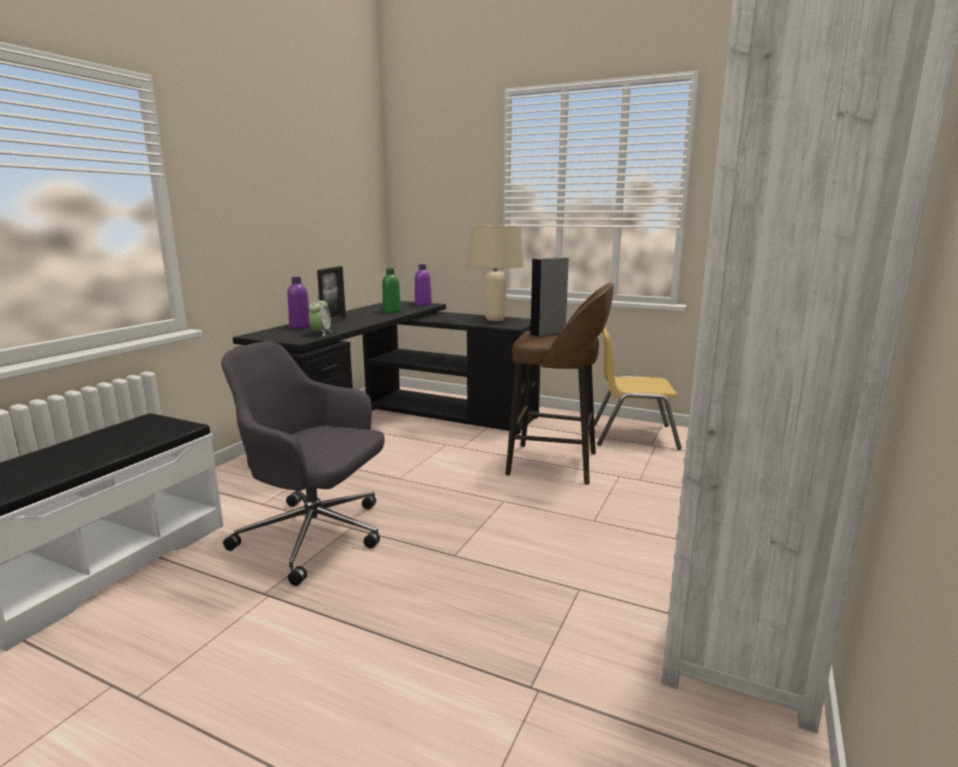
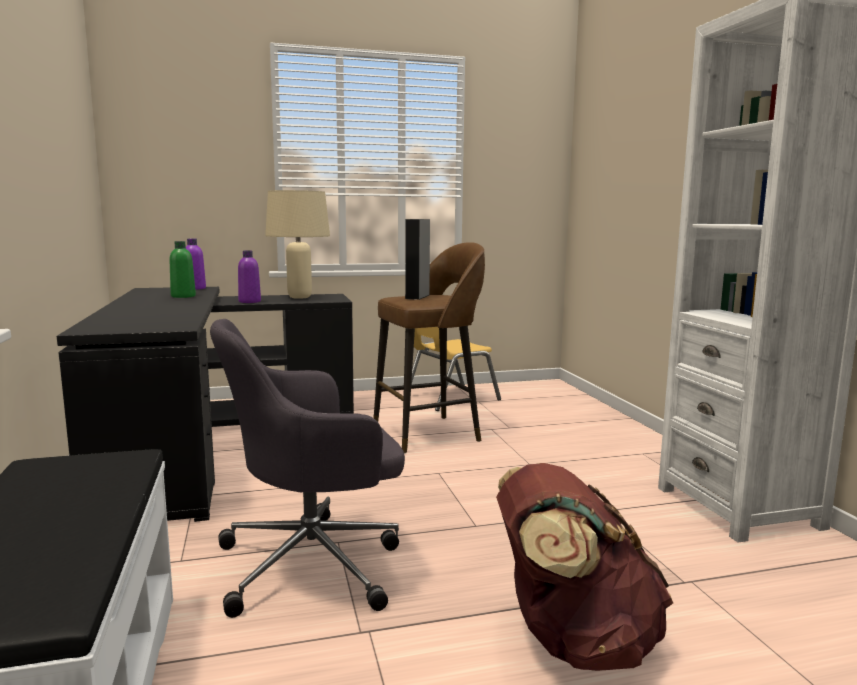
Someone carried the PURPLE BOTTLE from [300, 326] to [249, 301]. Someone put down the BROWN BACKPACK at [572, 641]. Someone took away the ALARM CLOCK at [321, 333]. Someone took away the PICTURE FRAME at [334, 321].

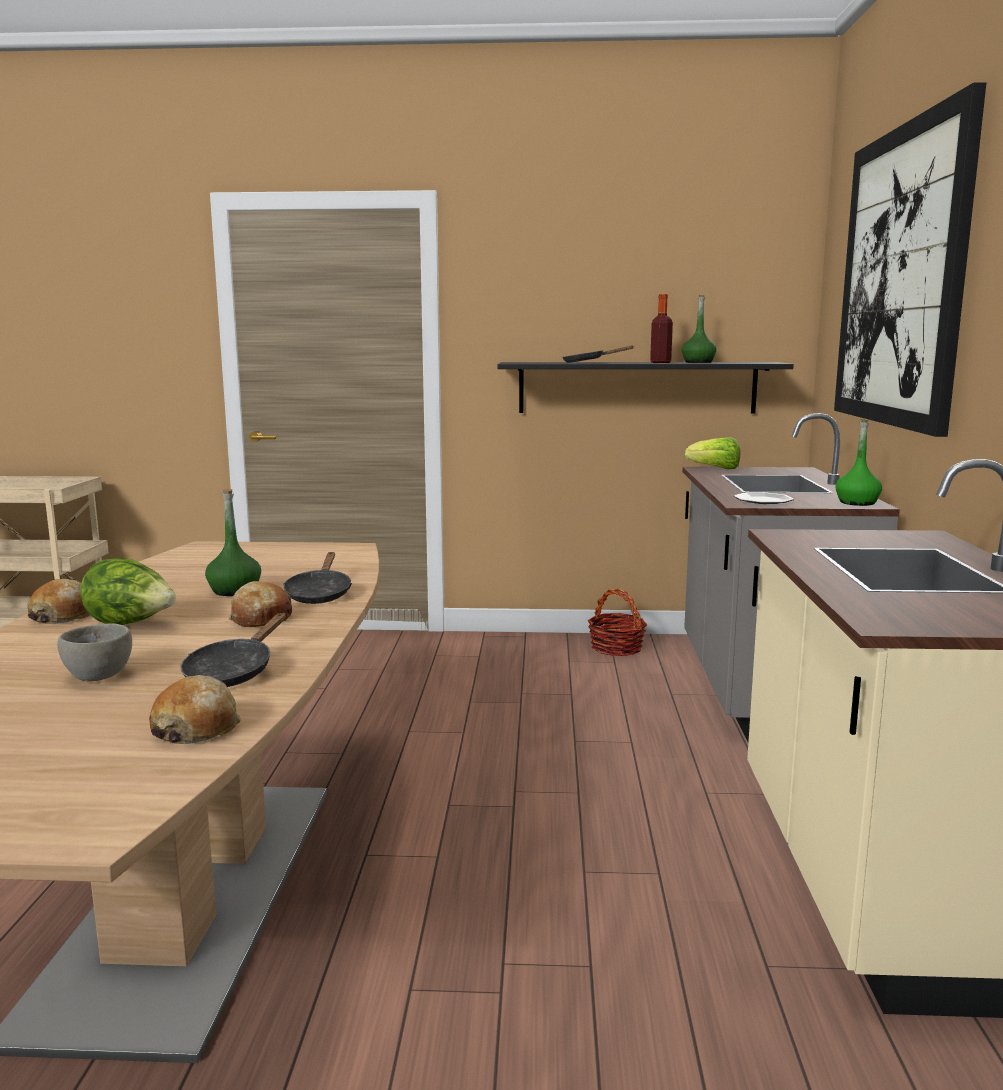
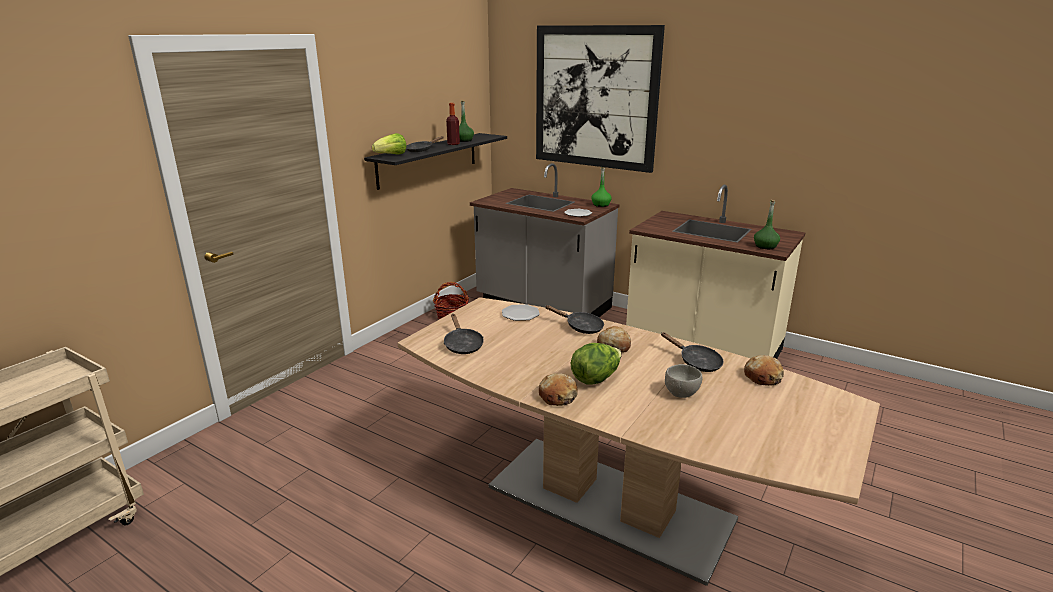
Someone carried the LETTUCE from [715, 469] to [391, 155]. Someone put down the BLACK FRYING PAN at [462, 345]. Someone put down the PLATE at [520, 314]. Someone carried the GREEN BOTTLE from [235, 591] to [765, 246].

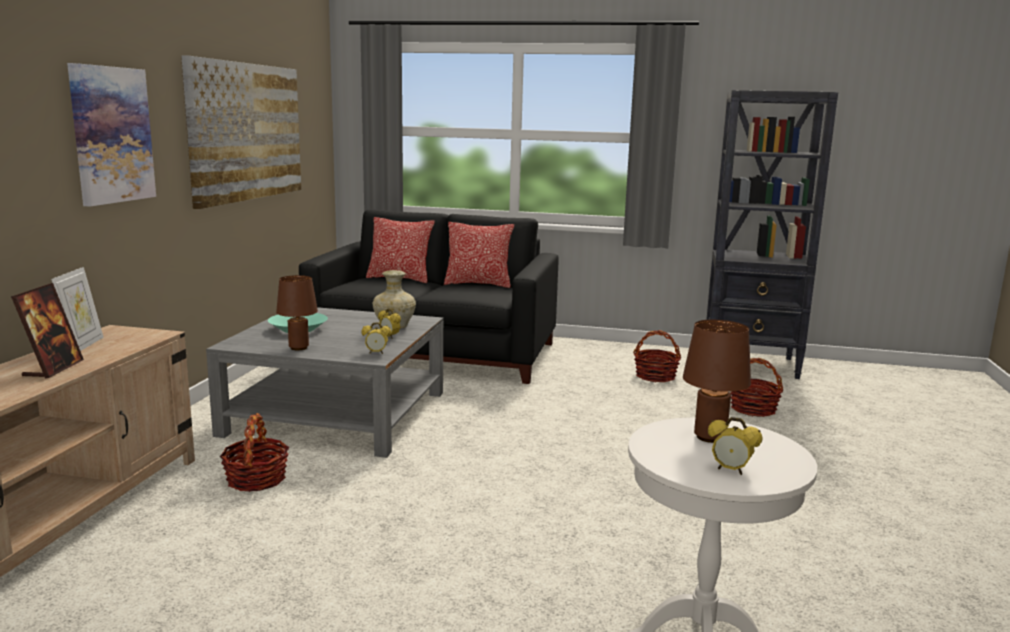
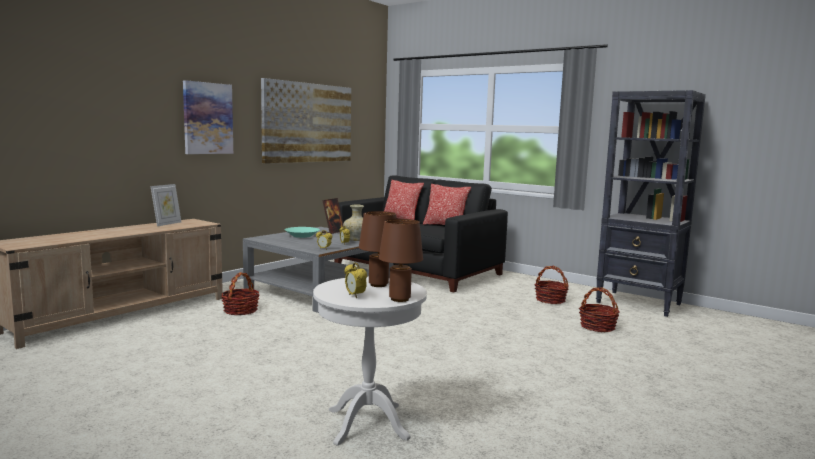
Someone carried the PICTURE FRAME from [53, 368] to [333, 232]. Someone carried the BROWN TABLE LAMP from [298, 348] to [399, 299].

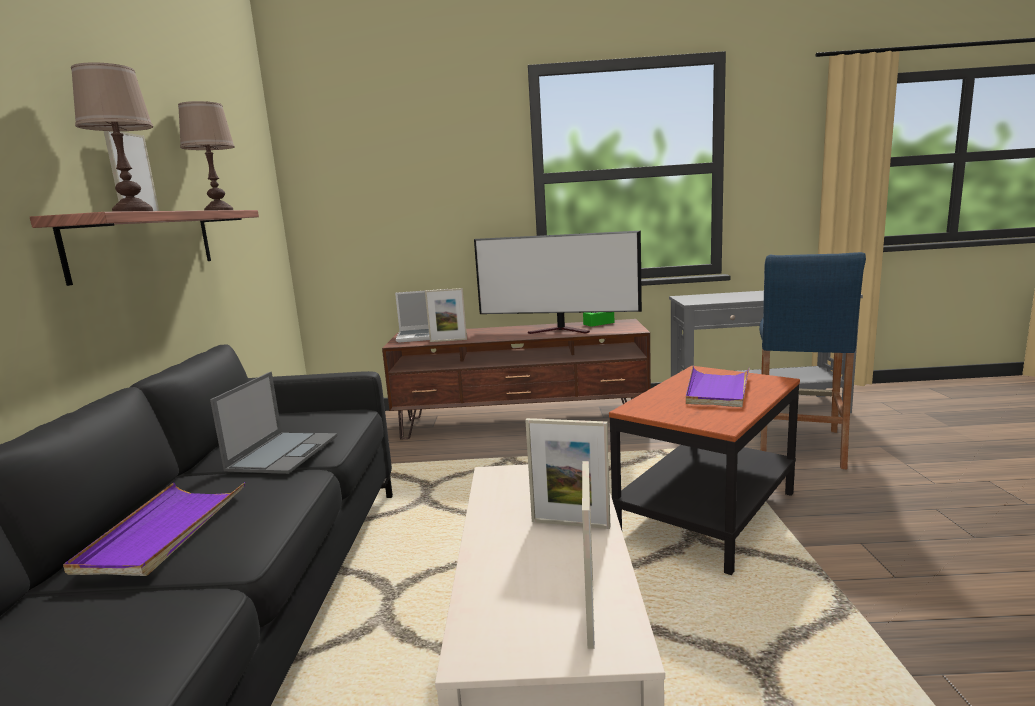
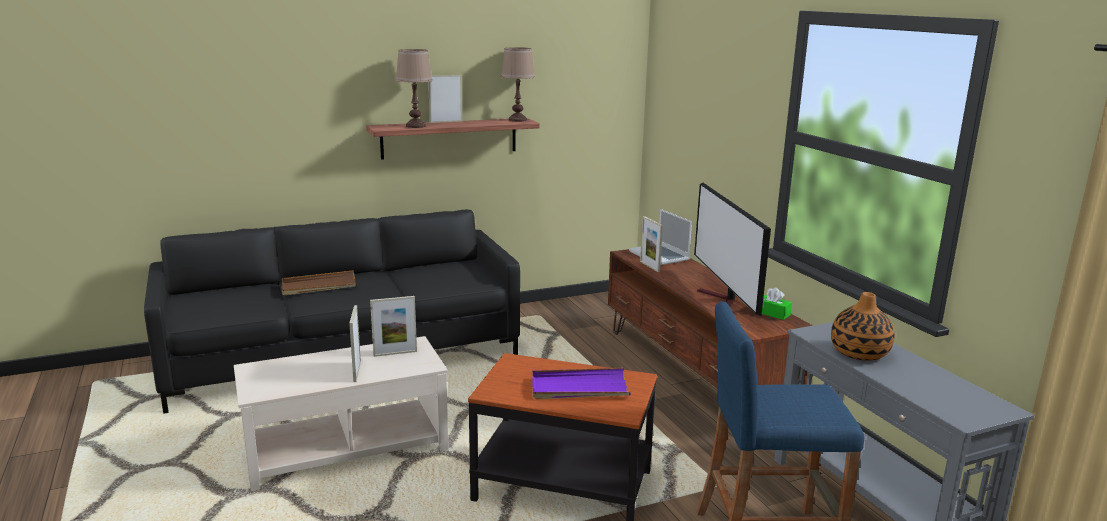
Someone repainted the PURPLE TRAY at [164, 531], which became the BROWN TRAY at [319, 286]. Someone carried the PICTURE FRAME from [590, 612] to [395, 353]. Someone put down the VASE at [859, 353]. Someone took away the LAPTOP at [284, 452].

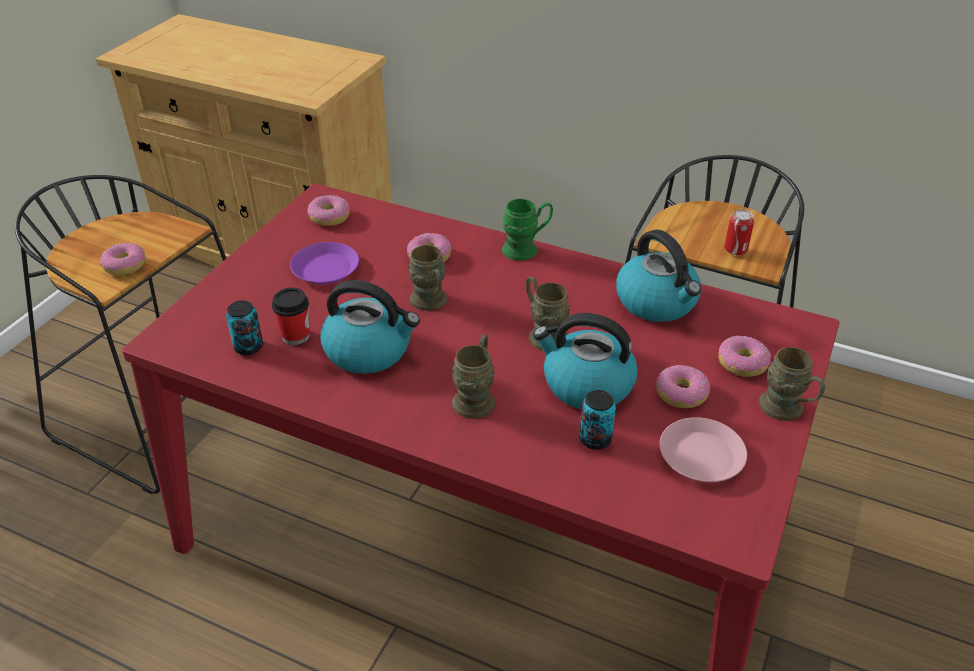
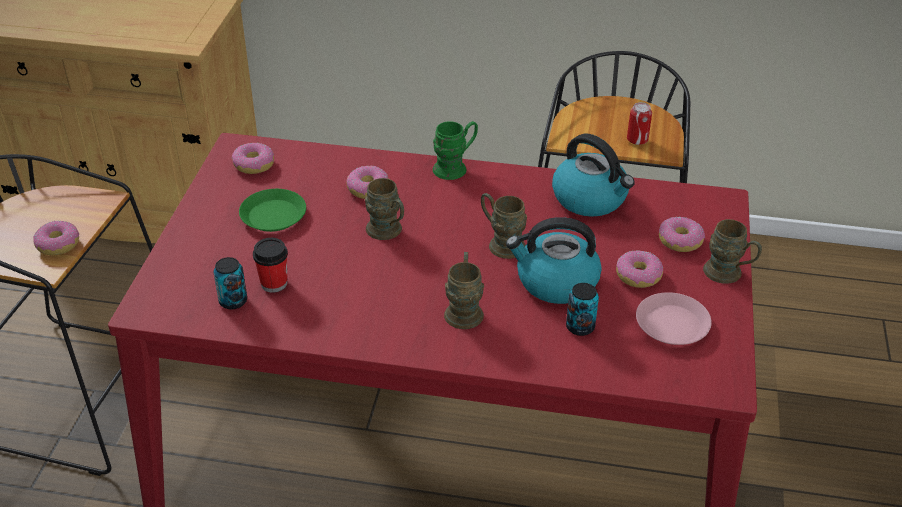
Someone repainted the PURPLE PLATE at [325, 269], which became the GREEN PLATE at [273, 216]. Someone took away the KETTLE at [369, 350].

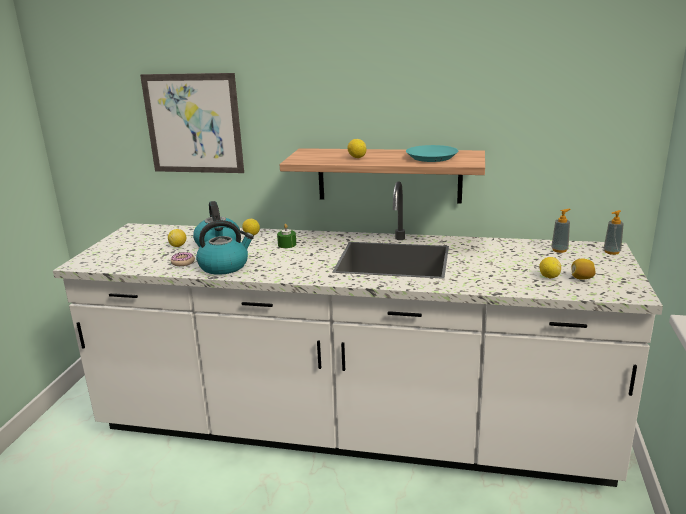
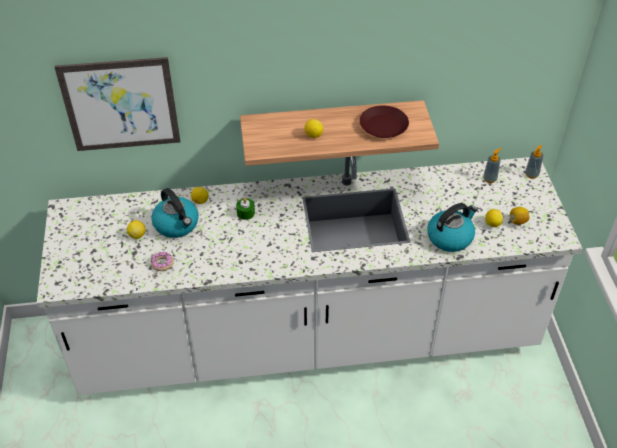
Someone repainted the TURQUOISE PLATE at [432, 157], which became the BROWN PLATE at [384, 126]. Someone carried the KETTLE from [224, 266] to [450, 237].

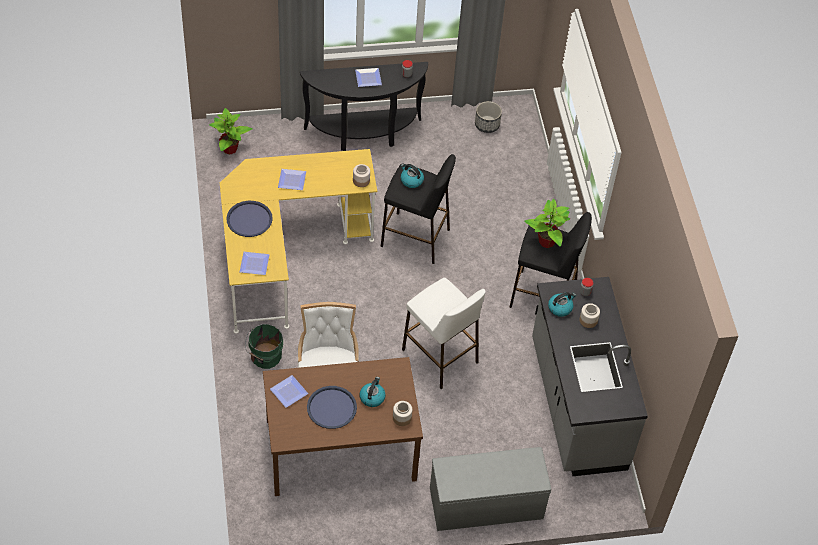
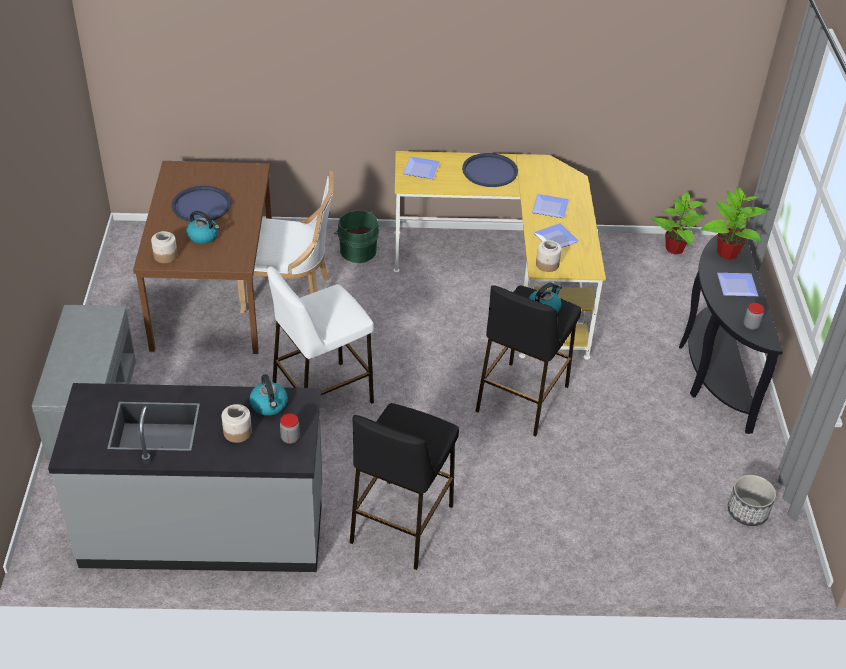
Someone carried the PLATE from [289, 391] to [557, 239]. Someone carried the POTTED PLANT from [546, 242] to [727, 252].

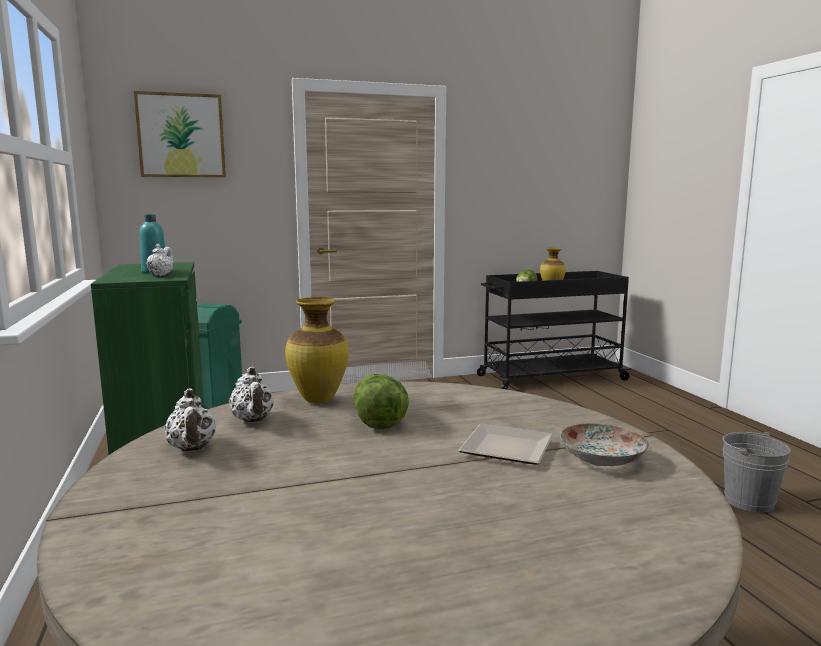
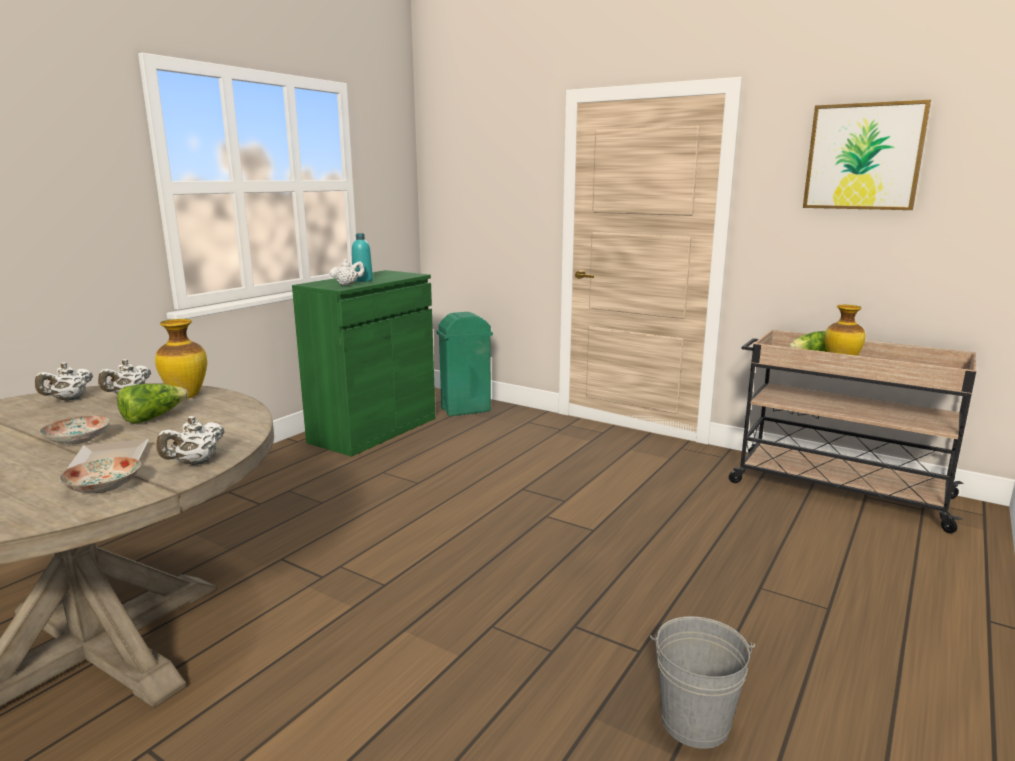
Someone put down the PLATE at [79, 439]. Someone put down the WHITE TEAPOT at [195, 463]. Someone repainted the BLACK CART at [550, 378], which became the BEIGE CART at [836, 489]. Someone carried the PICTURE from [181, 135] to [863, 157].

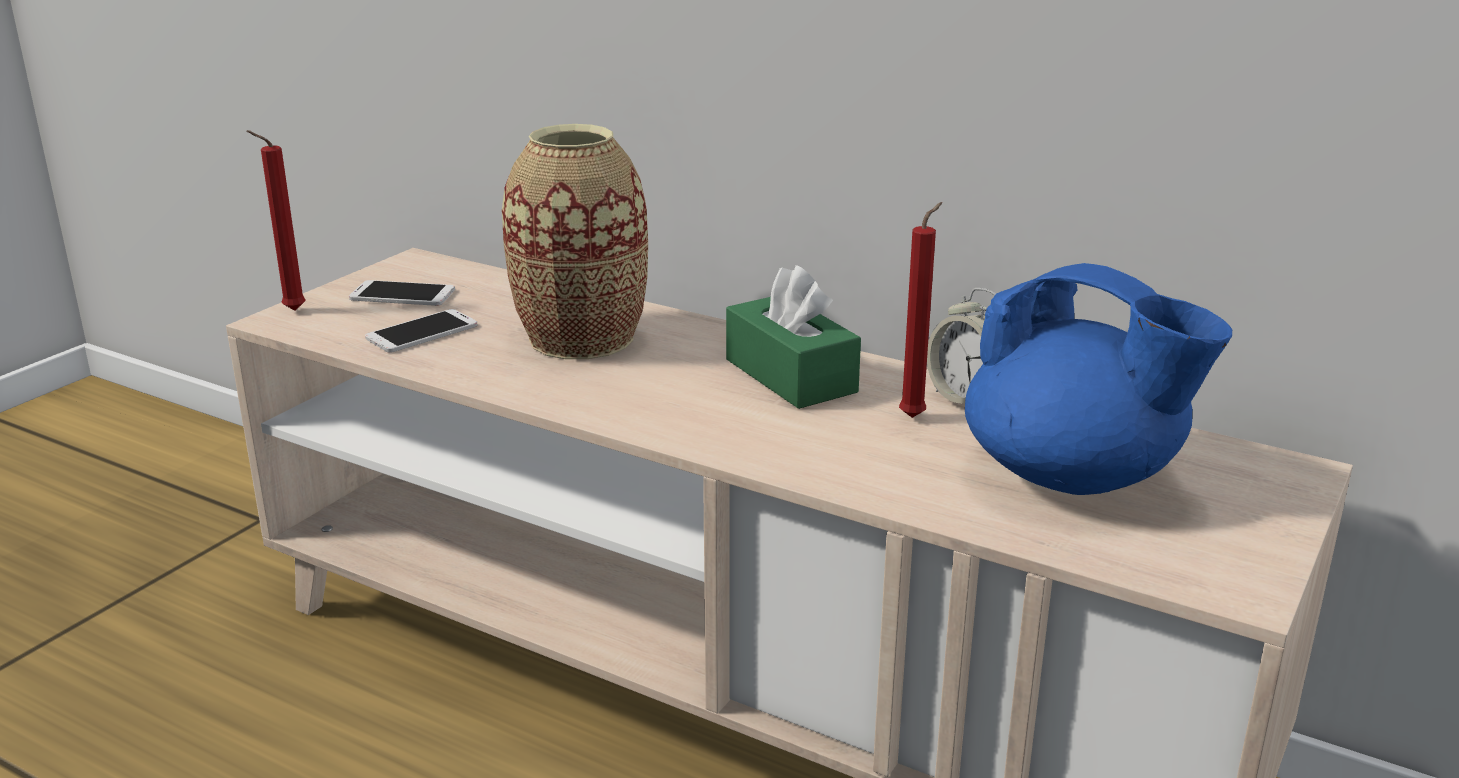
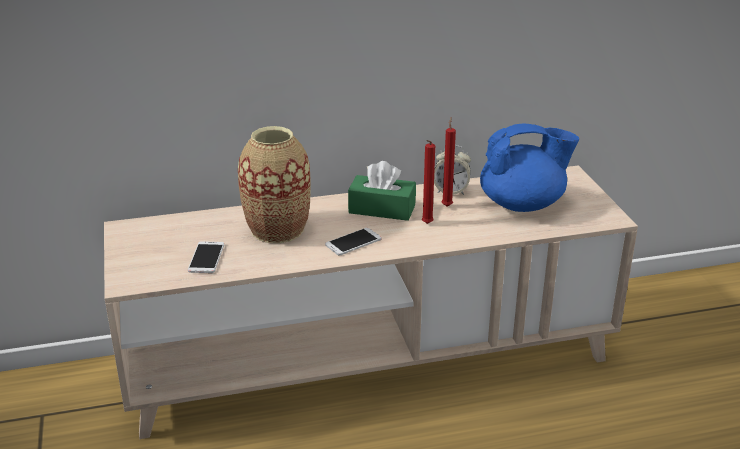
Someone carried the PHONE from [402, 294] to [353, 242]. Someone carried the RED CANDLE from [290, 311] to [426, 224].

